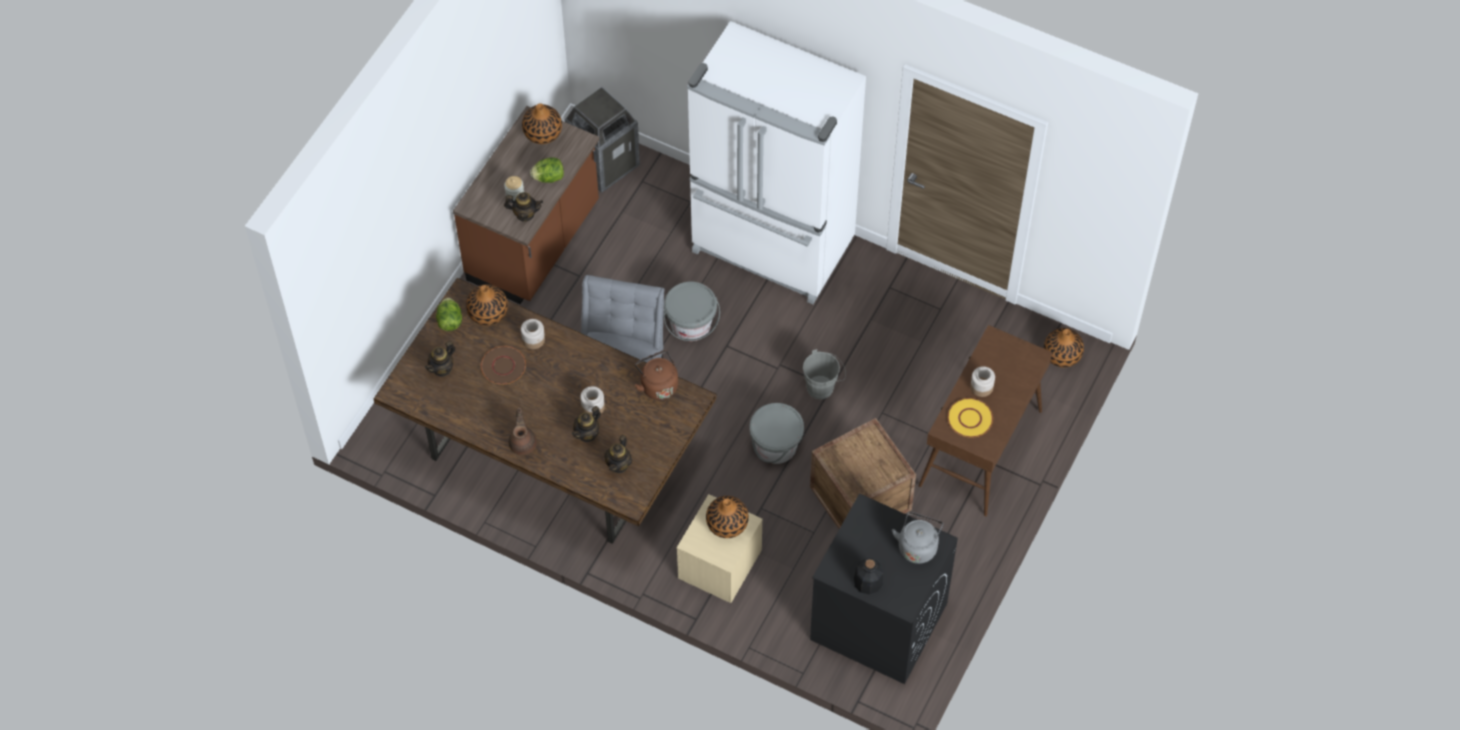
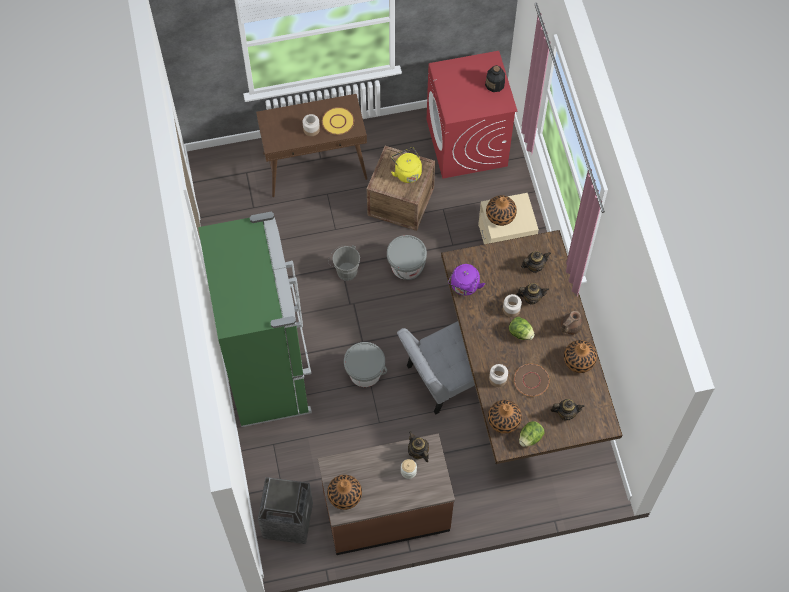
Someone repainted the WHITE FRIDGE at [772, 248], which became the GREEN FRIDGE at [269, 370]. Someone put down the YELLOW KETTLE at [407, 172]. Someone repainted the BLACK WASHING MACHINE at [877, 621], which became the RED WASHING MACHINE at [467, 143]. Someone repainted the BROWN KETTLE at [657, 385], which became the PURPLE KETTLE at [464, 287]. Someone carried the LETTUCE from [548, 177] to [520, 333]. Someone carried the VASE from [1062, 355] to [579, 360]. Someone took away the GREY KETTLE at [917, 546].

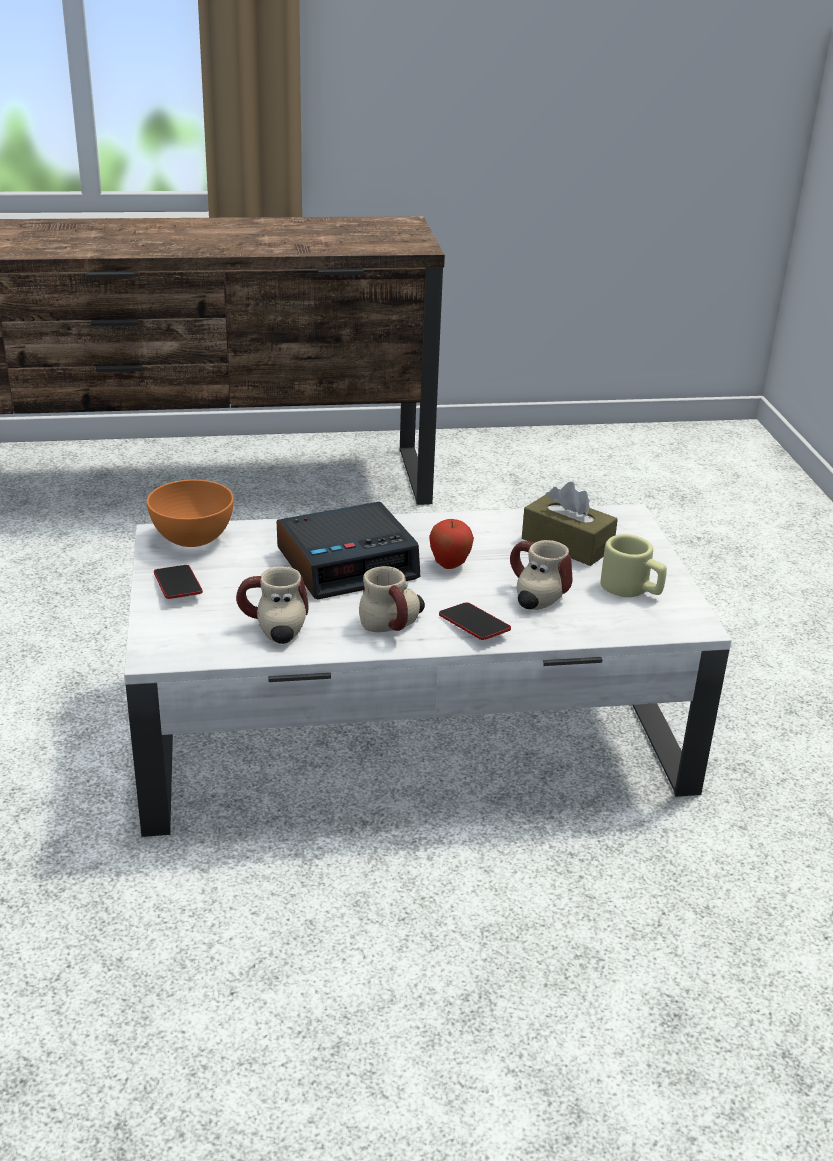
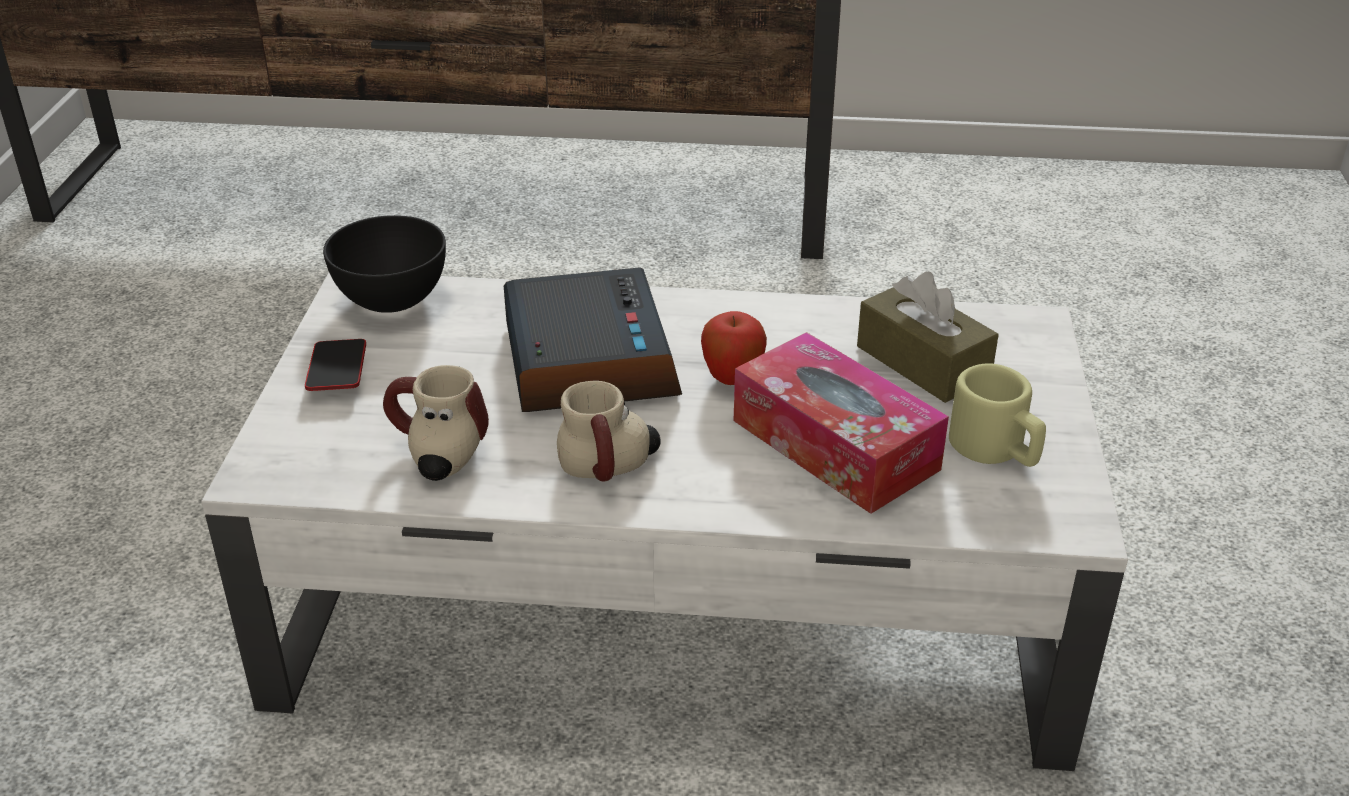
Someone repainted the ORANGE BOWL at [193, 539], which became the BLACK BOWL at [393, 300]. Someone rotated the ALARM CLOCK at [348, 563] by 90 degrees counterclockwise. Someone swapped the MUG at [532, 596] for the TISSUE BOX at [835, 445]. Someone took away the PHONE at [473, 626].

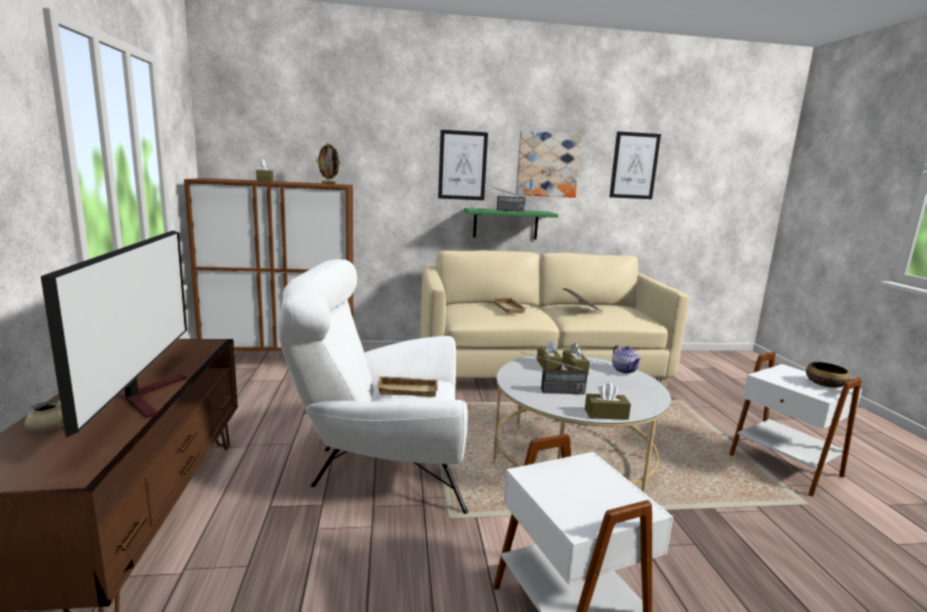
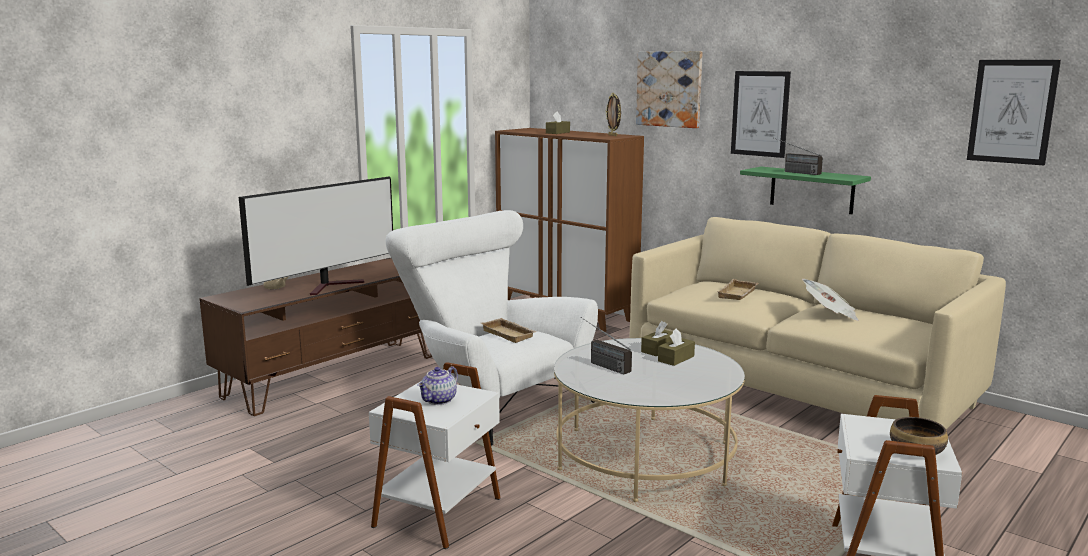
Someone carried the TEAPOT from [625, 370] to [439, 400]. Someone carried the PICTURE from [547, 164] to [669, 89]. Someone took away the BROWN TISSUE BOX at [606, 414].

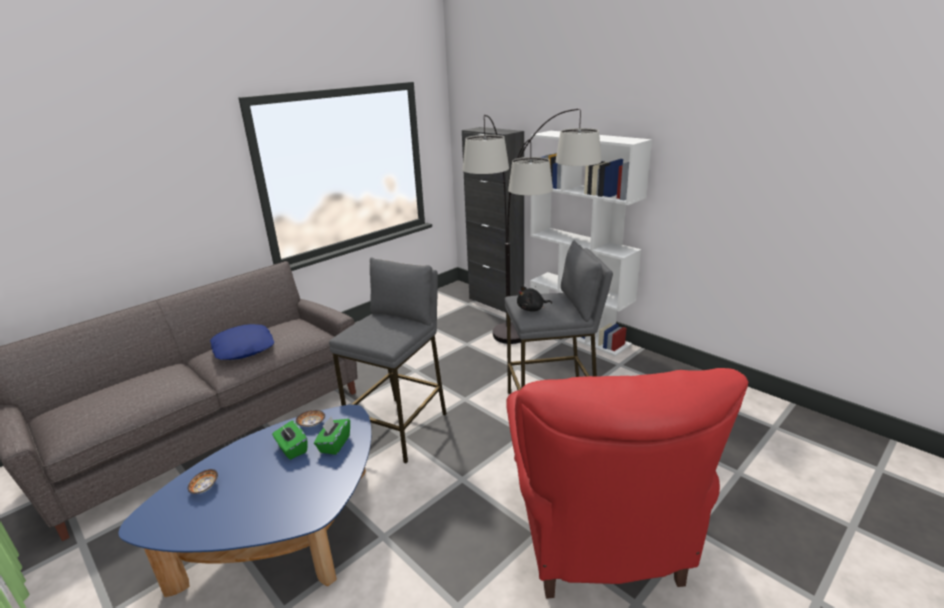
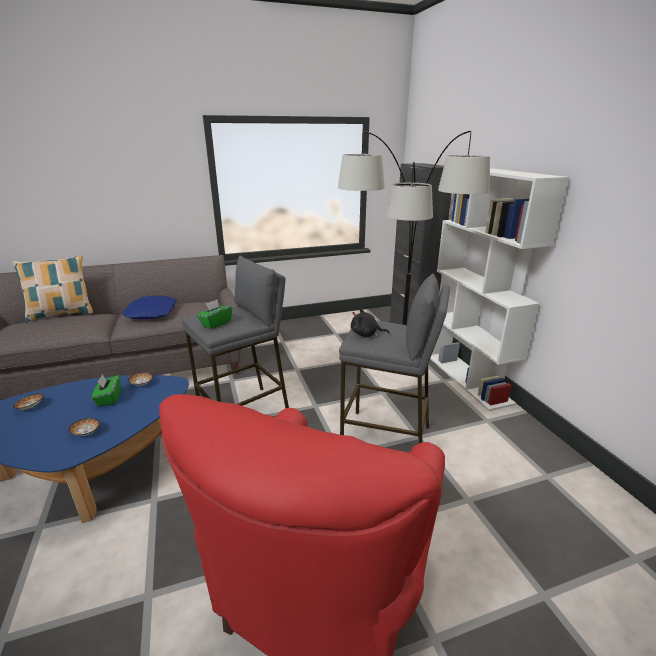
Someone put down the PILLOW at [61, 314]. Someone put down the BOWL at [86, 433]. Someone carried the GREEN TISSUE BOX from [334, 444] to [216, 323].

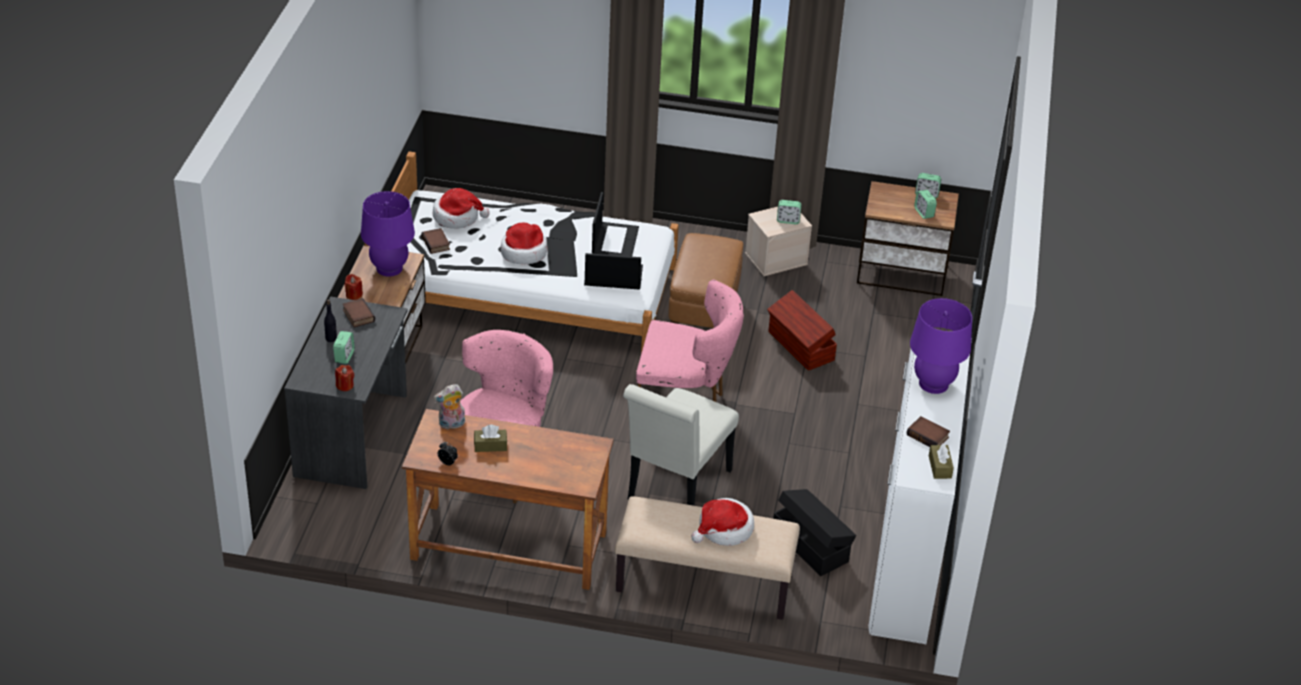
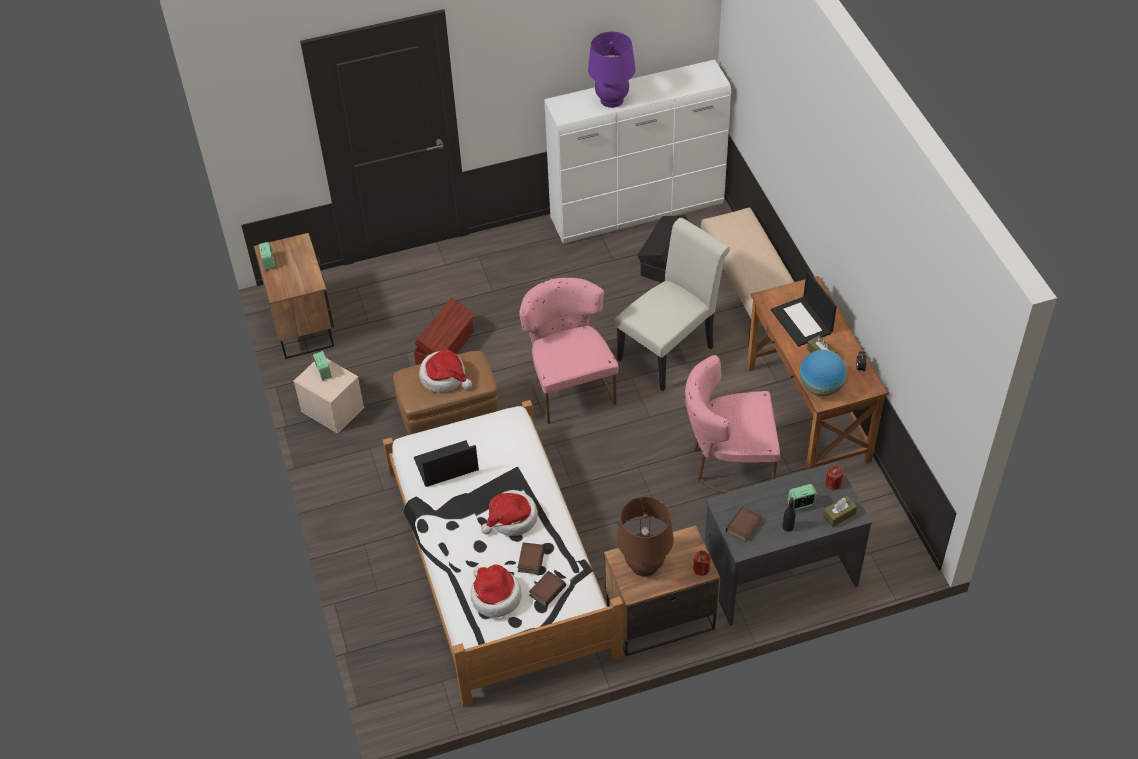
Someone carried the HAT from [724, 529] to [444, 377]. Someone carried the BOOK from [928, 436] to [530, 559]. Someone rotated the WHITE CHAIR at [675, 490] by 45 degrees counterclockwise. Someone repainted the PURPLE TABLE LAMP at [389, 268], which became the BROWN TABLE LAMP at [644, 565]. Someone carried the LAPTOP from [612, 276] to [802, 322]. Someone swapped the PLUSH TOY at [451, 425] for the GLOBE at [820, 387]. Someone carried the BROWN TISSUE BOX from [940, 467] to [839, 515]. Someone took away the ALARM CLOCK at [924, 213].

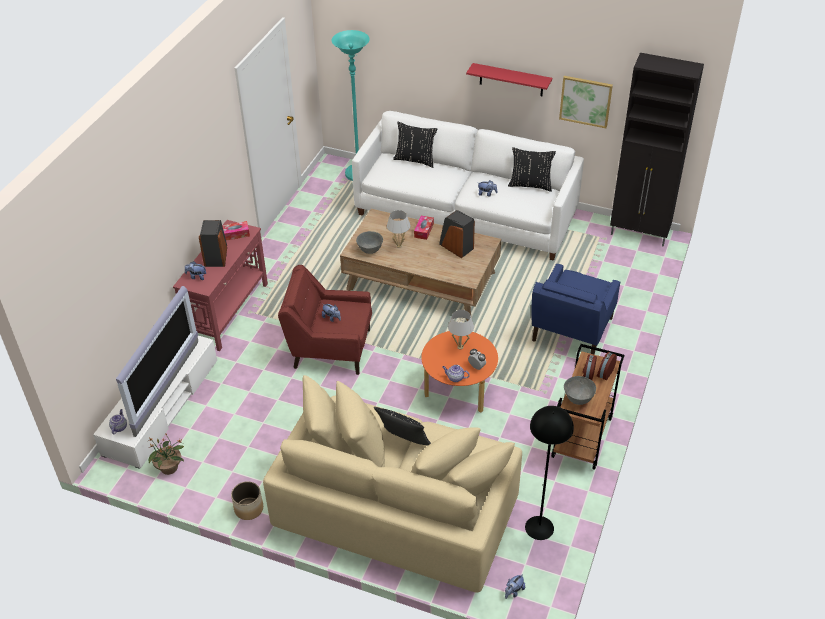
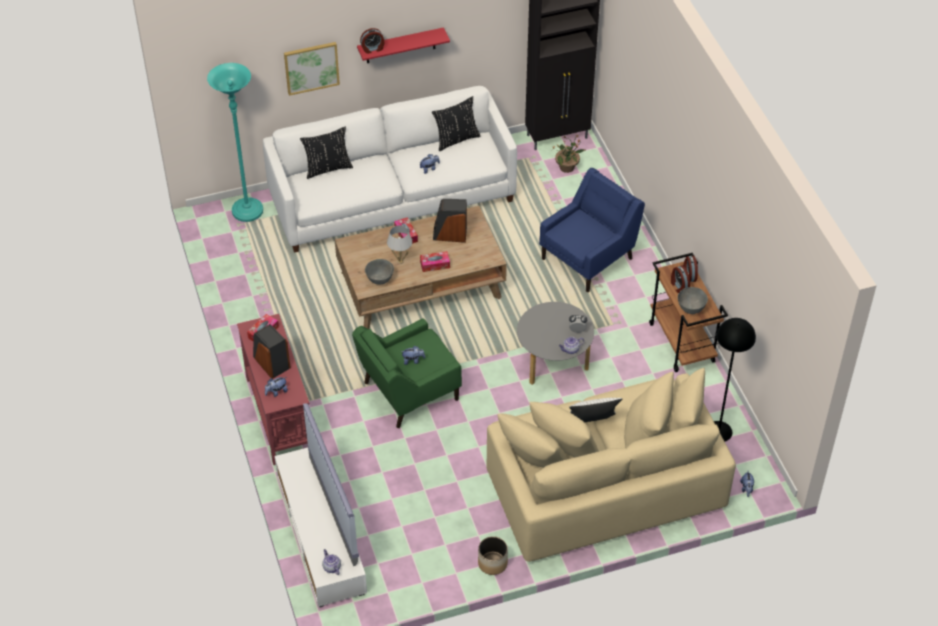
Someone carried the PICTURE from [585, 101] to [311, 67]. Someone repainted the RED ARMCHAIR at [330, 348], which became the GREEN ARMCHAIR at [409, 392]. Someone put down the ALARM CLOCK at [372, 49]. Someone put down the TISSUE BOX at [435, 264]. Someone repainted the ORANGE COFFEE TABLE at [458, 391], which became the GREY COFFEE TABLE at [553, 363]. Someone rotated the BLUE ARMCHAIR at [571, 331] by 120 degrees counterclockwise. Someone carried the POTTED PLANT from [169, 468] to [567, 167]. Someone repainted the BLACK PILLOW at [404, 442], which became the WHITE PILLOW at [591, 425]. Someone took away the WHITE TABLE LAMP at [460, 347].

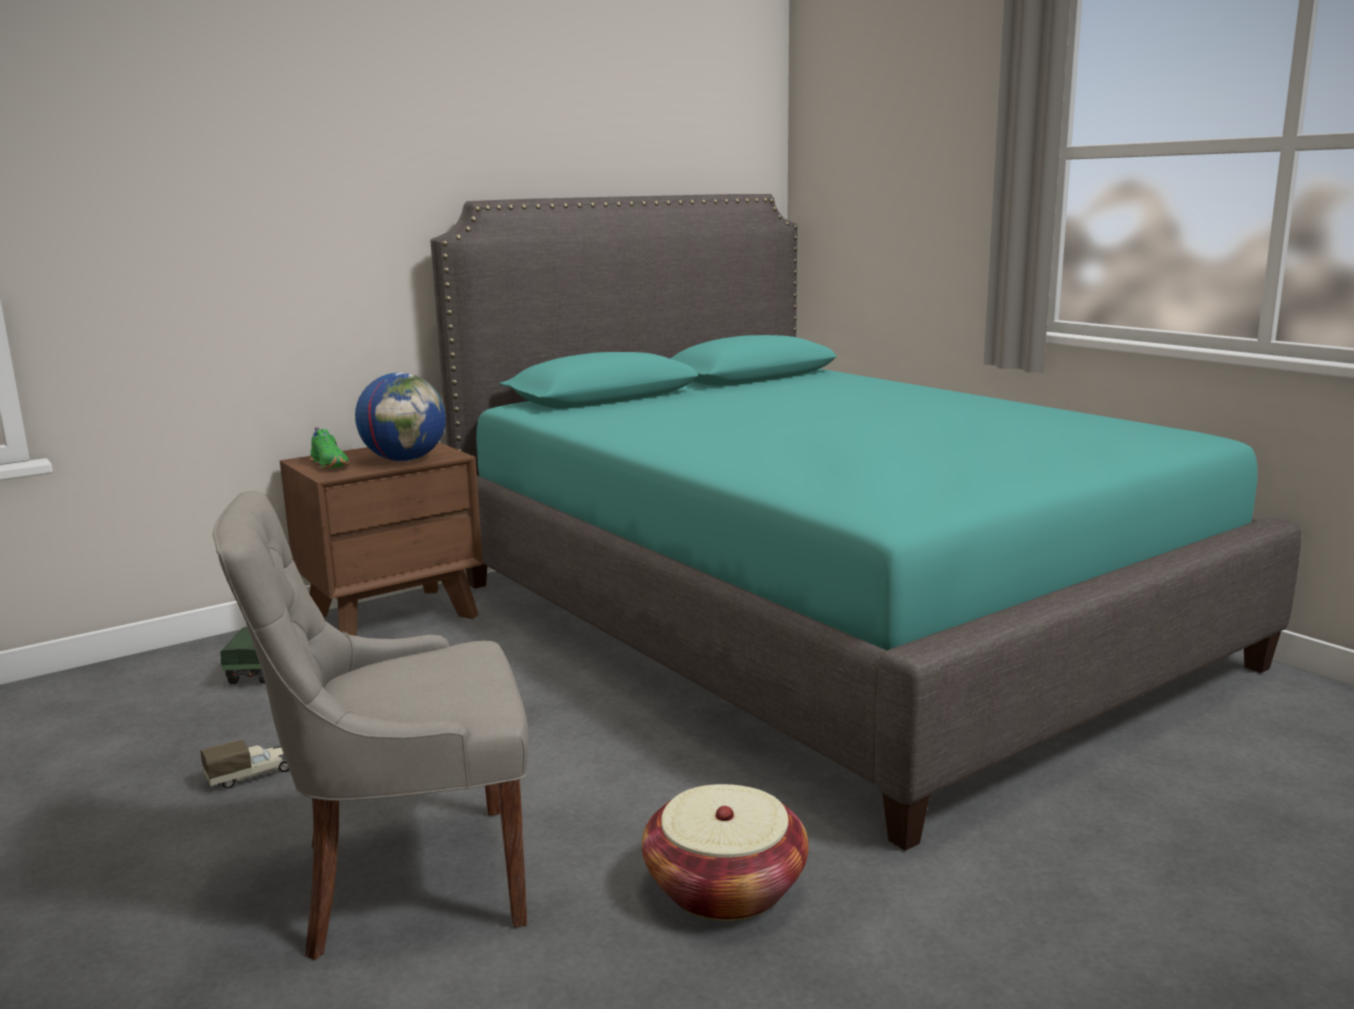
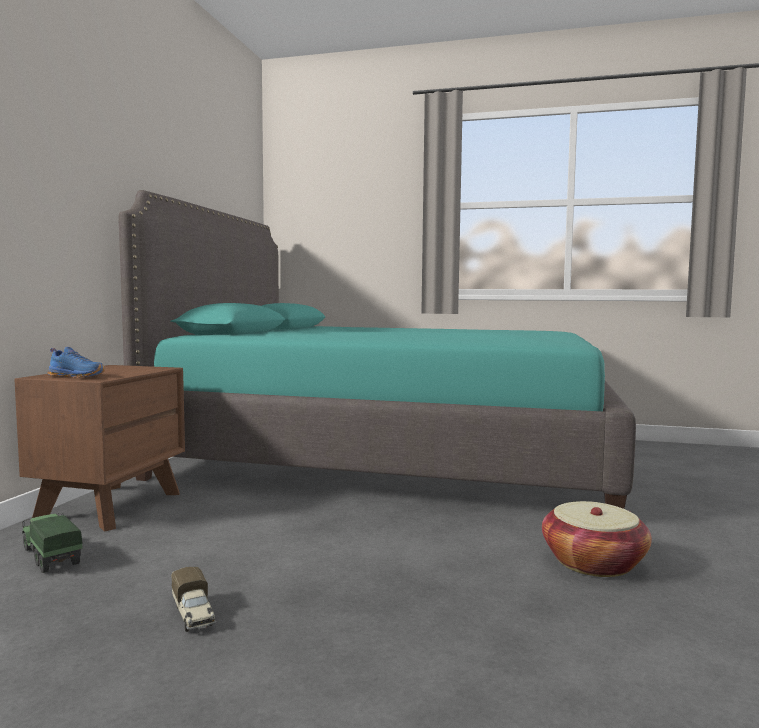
Someone repainted the GREEN SHOE at [330, 465], which became the BLUE SHOE at [77, 376]. Someone rotated the TOY TRUCK at [253, 775] by 135 degrees clockwise. Someone took away the GREY CHAIR at [405, 880]. Someone took away the GLOBE at [405, 459].

